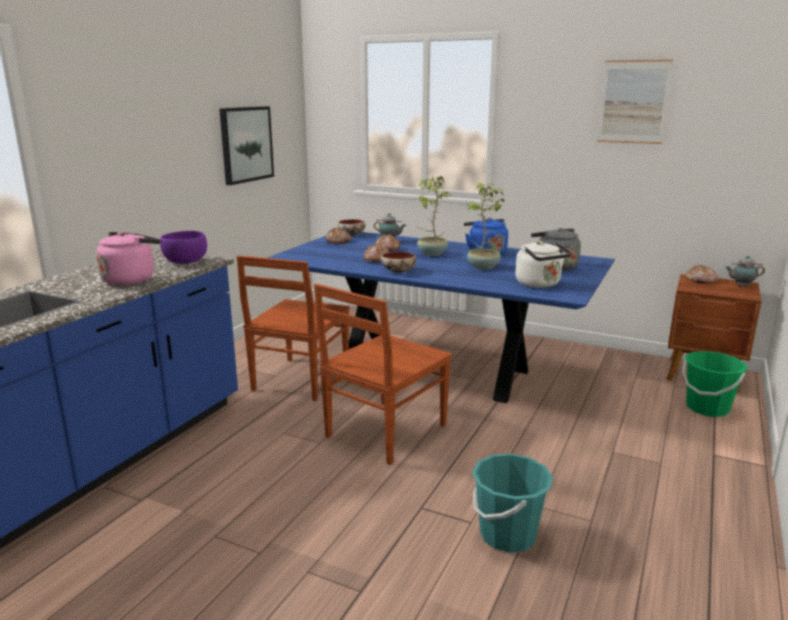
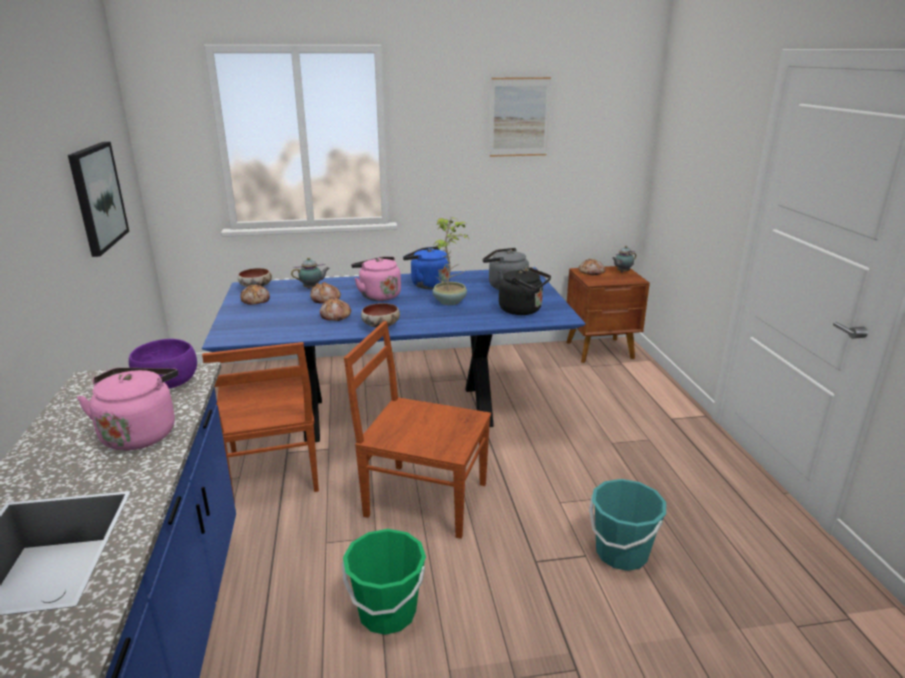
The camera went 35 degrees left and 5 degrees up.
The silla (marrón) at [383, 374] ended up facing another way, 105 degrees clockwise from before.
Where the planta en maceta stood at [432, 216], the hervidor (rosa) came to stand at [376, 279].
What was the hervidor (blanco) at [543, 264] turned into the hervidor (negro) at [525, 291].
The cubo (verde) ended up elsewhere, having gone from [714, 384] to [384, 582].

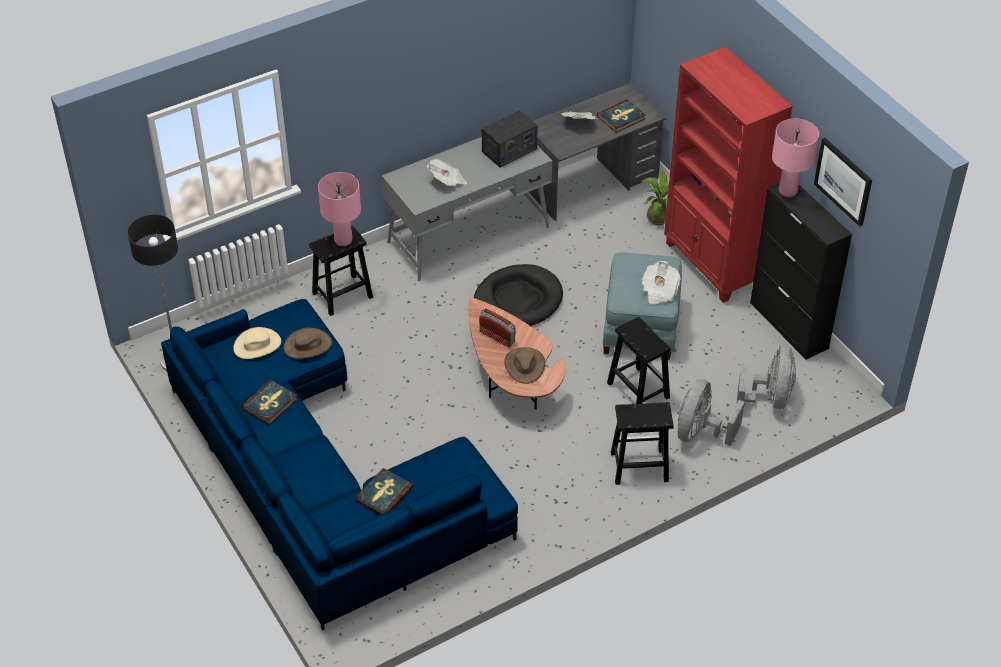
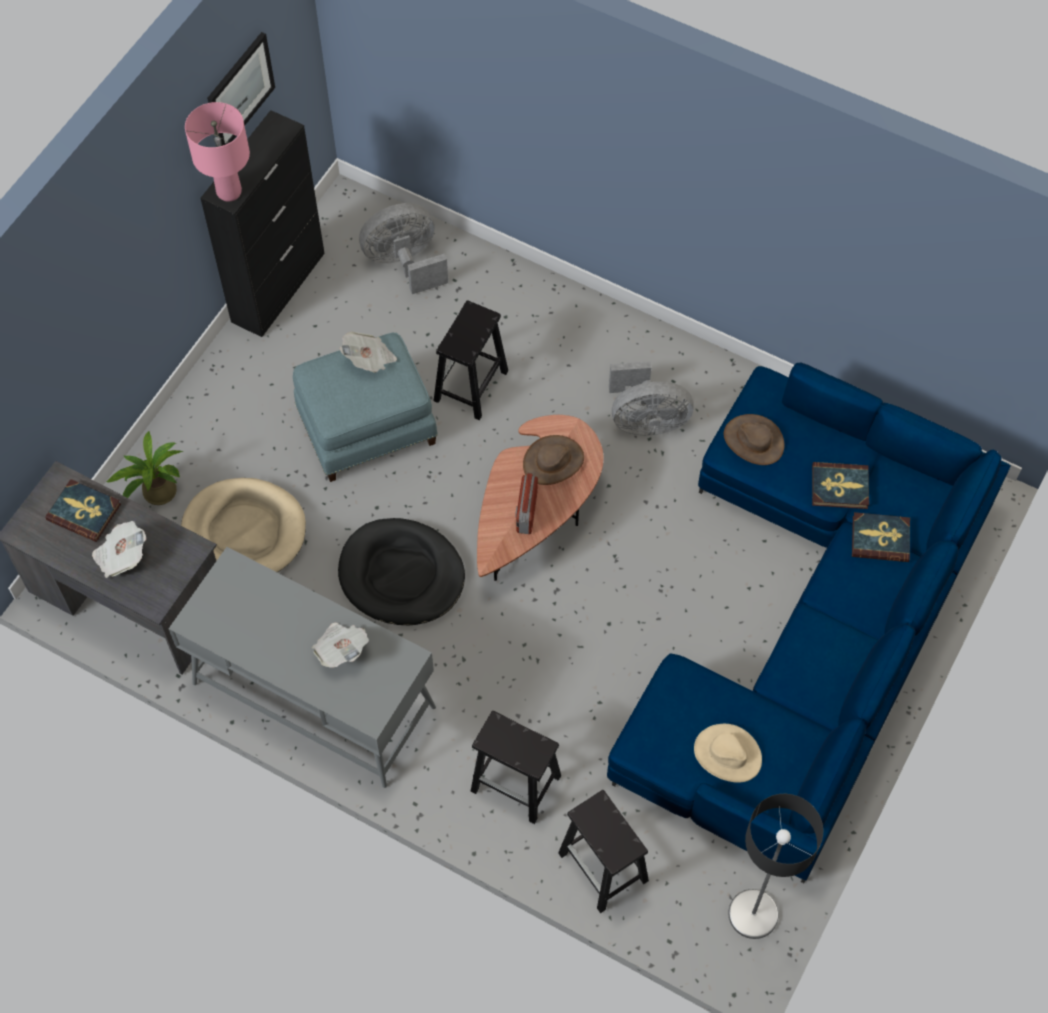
The camera went 120 degrees left and 15 degrees up.
The libro ended up elsewhere, having gone from [269, 402] to [881, 537].
The sombrero (marrón) ended up elsewhere, having gone from [308, 343] to [754, 439].
The second view lost the lámpara de mesa (rosa) at [339, 209].
The second view lost the radio at [510, 139].
The taburete (negro) ended up elsewhere, having gone from [642, 443] to [603, 851].
The second view lost the estantería (rojo) at [728, 174].
The ventilador (gris) ended up elsewhere, having gone from [711, 412] to [651, 398].
The second view gained the cama para perro (beis) at [243, 525].

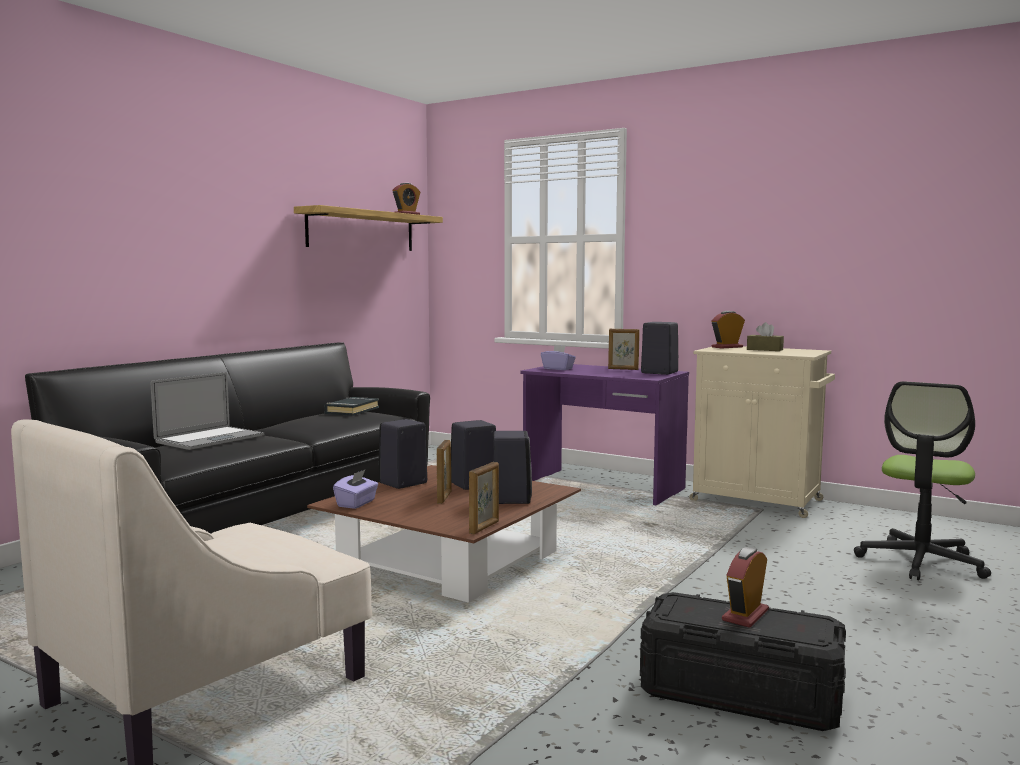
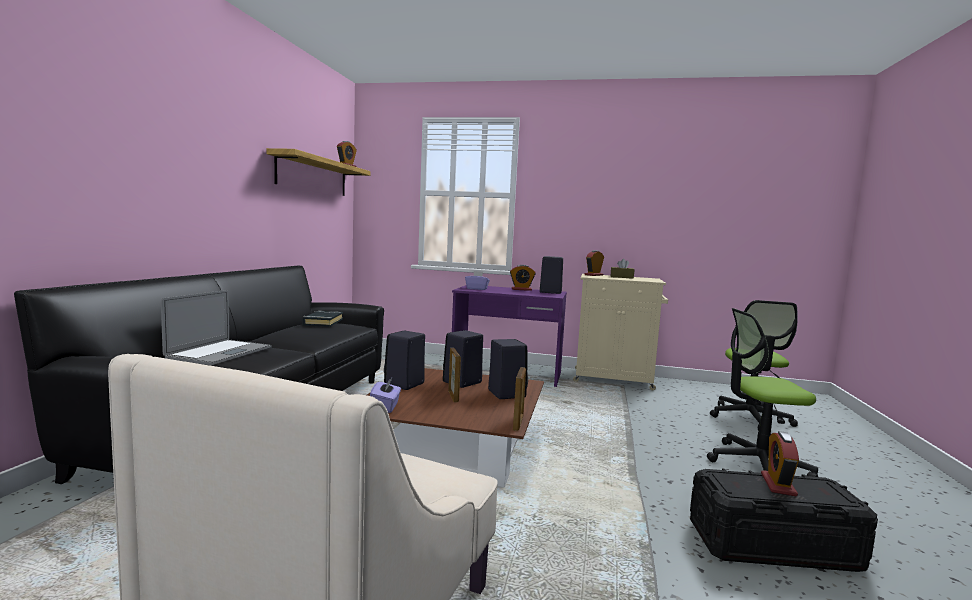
The camera went 20 degrees left and 0 degrees up.
Where the portarretratos stood at [624, 349], the despertador came to stand at [523, 278].
The second view gained the silla de oficina at [762, 392].

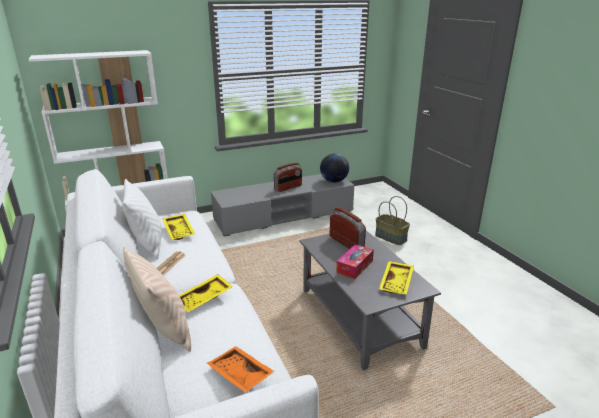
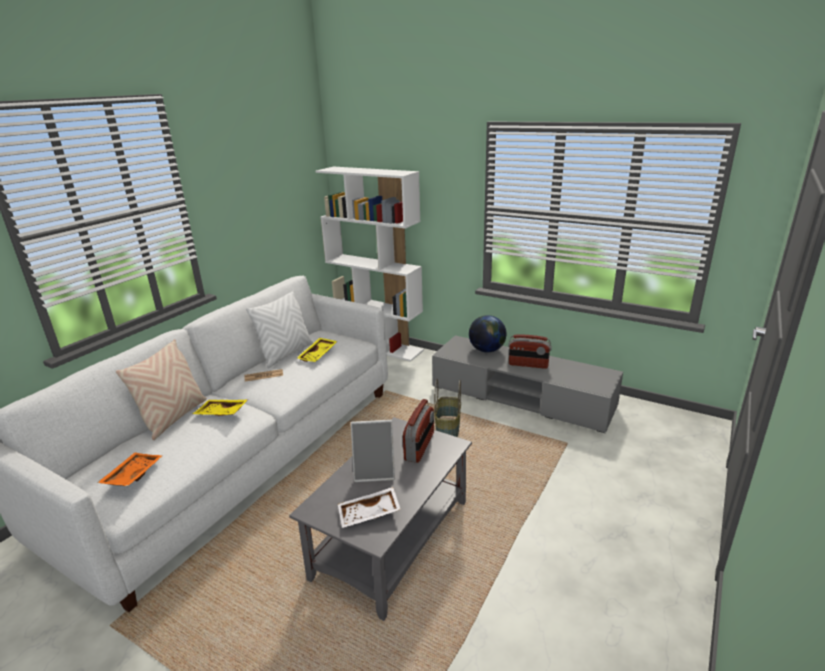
The camera went 55 degrees right and 0 degrees up.
The globo terráqueo ended up elsewhere, having gone from [334, 167] to [487, 333].
Where the caja de pañuelos stood at [355, 261], the portarretratos came to stand at [373, 451].
The cesta ended up elsewhere, having gone from [392, 220] to [447, 408].
What was the bandeja (amarillo) at [396, 278] turned into the bandeja (blanco) at [369, 507].

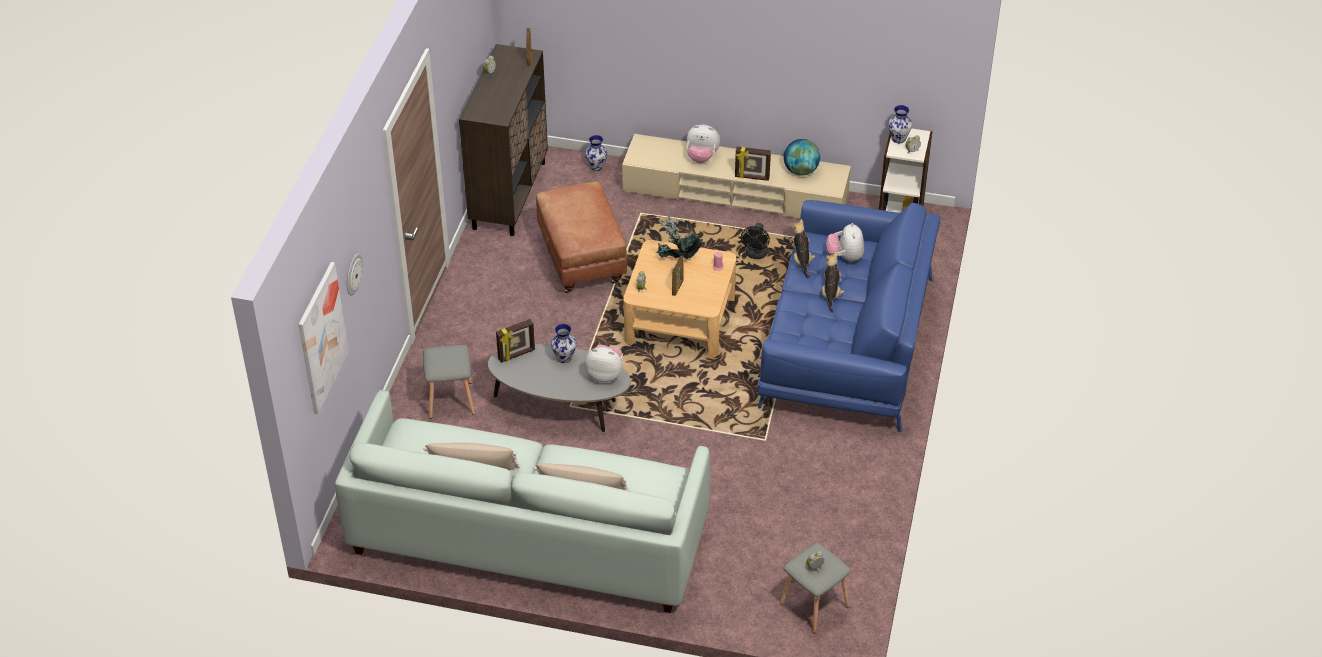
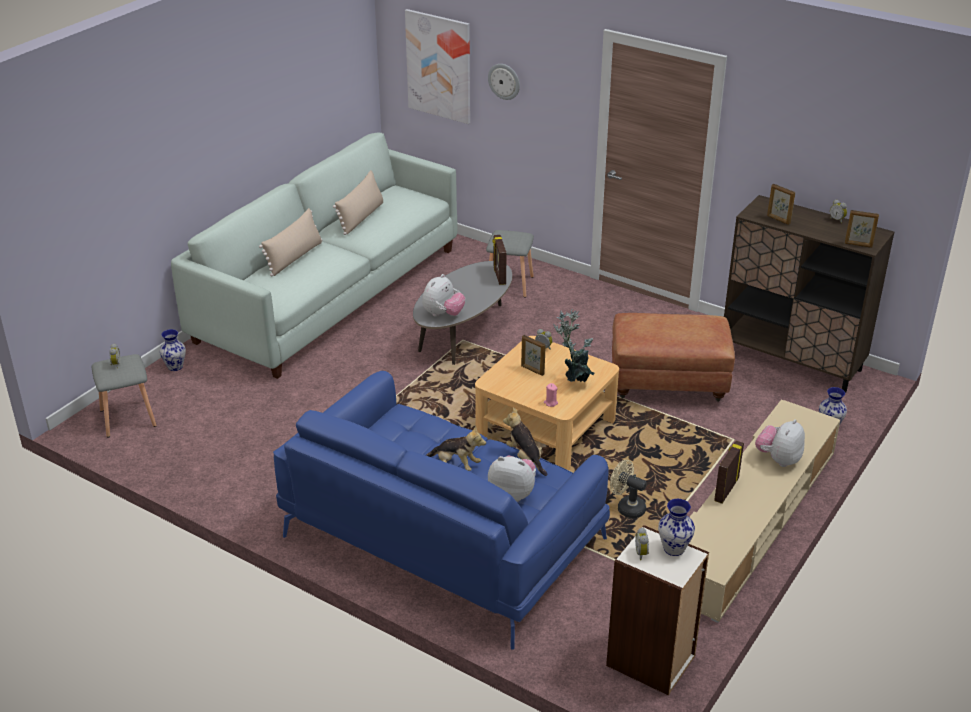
The camera went 110 degrees right and 10 degrees down.
The florero ended up elsewhere, having gone from [564, 343] to [173, 350].
What was the ventilador (negro) at [755, 241] turned into the ventilador (beis) at [628, 488].
The second view lost the globo terráqueo at [802, 157].
The peluche at [803, 248] ended up facing another way, 135 degrees counterclockwise from before.
The second view gained the portarretratos at [781, 204].

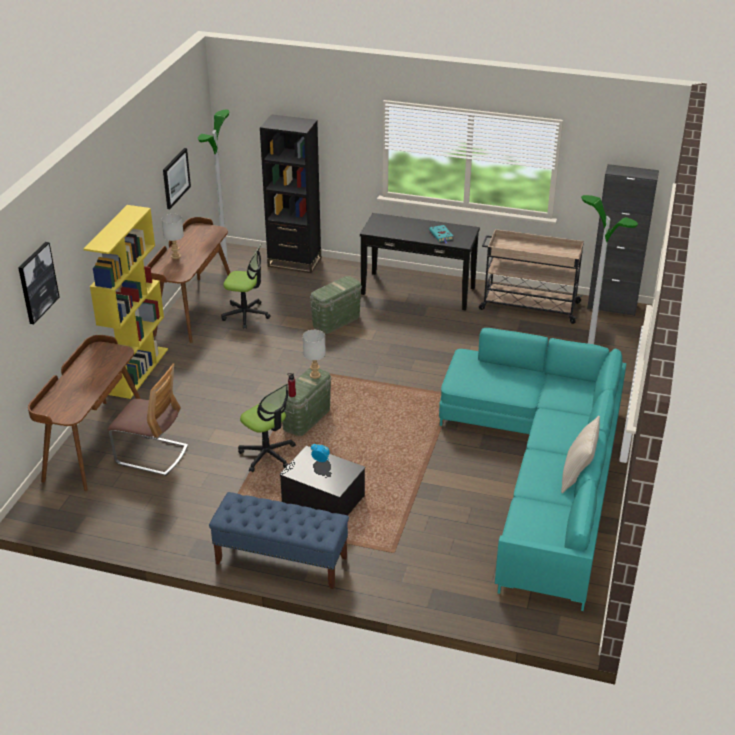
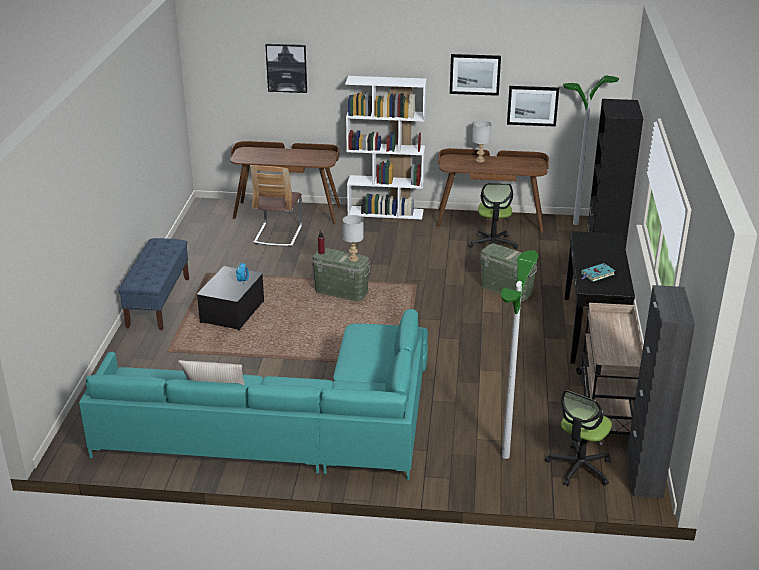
The camera went 80 degrees right and 5 degrees down.
What was the estantería (amarillo) at [126, 302] turned into the estantería (blanco) at [386, 147].
The silla de oficina ended up elsewhere, having gone from [267, 428] to [578, 438].
The second view gained the cuadro at [475, 75].

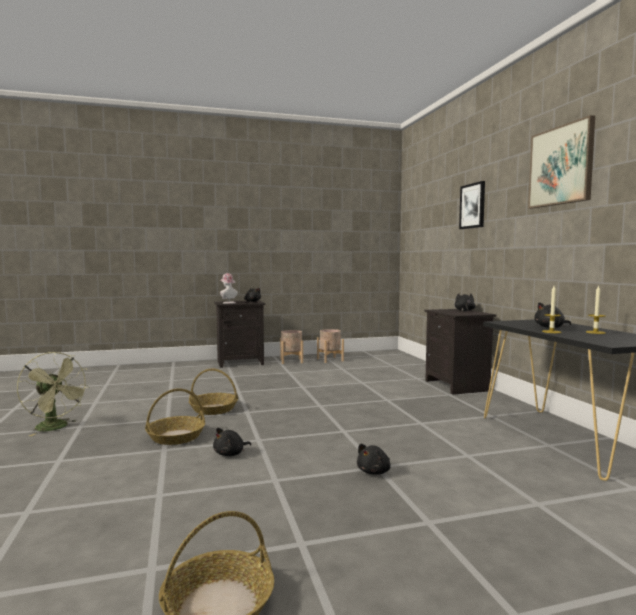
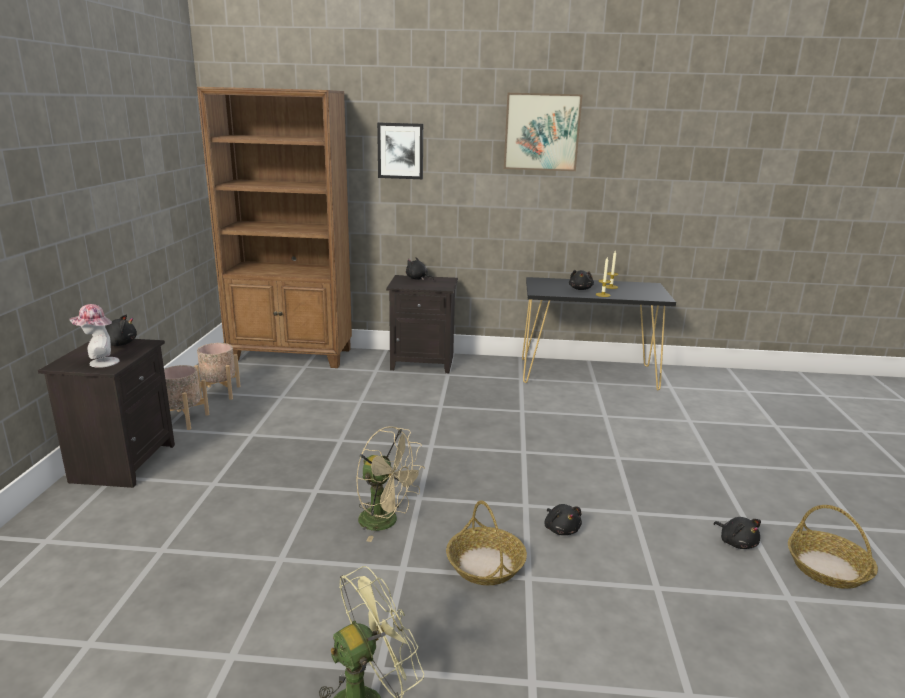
The camera went 70 degrees left and 15 degrees up.
Where the cesta stood at [213, 392], the ventilador (beis) came to stand at [390, 484].
The peluche (negro) ended up elsewhere, having gone from [374, 459] to [737, 533].
The second view gained the estantería (marrón) at [274, 227].

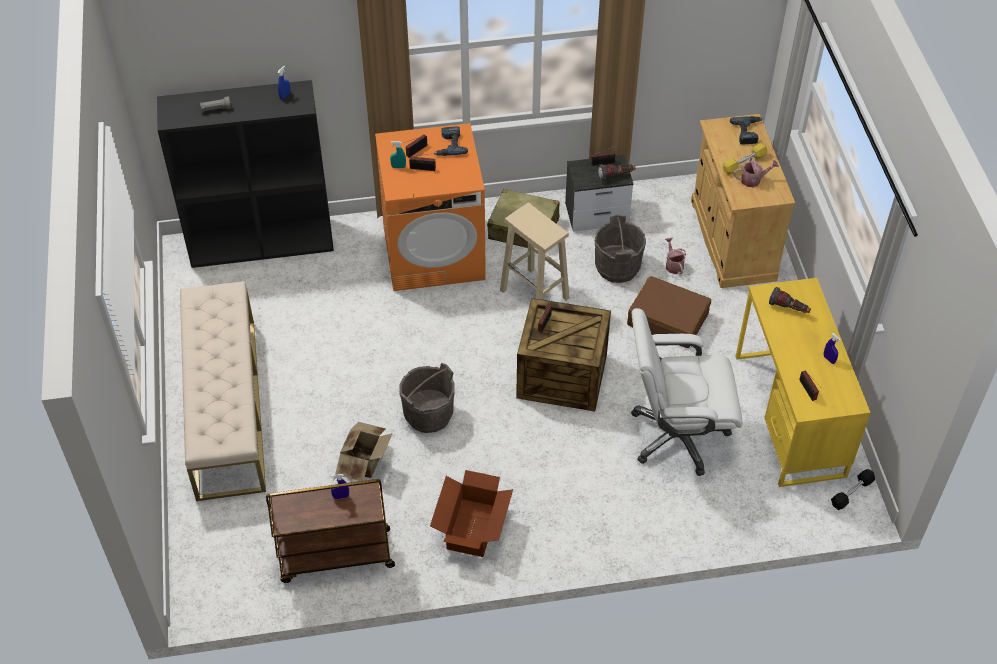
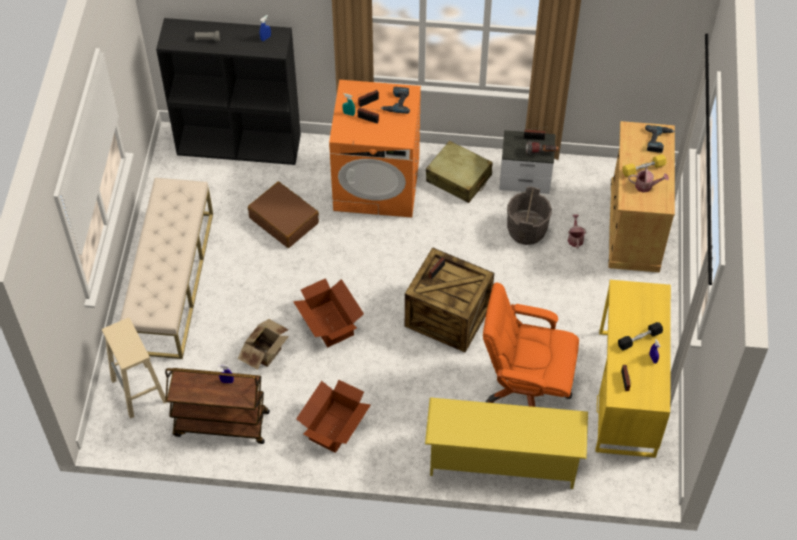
The camera went 15 degrees right and 5 degrees up.
Where the cubo (gris) stood at [427, 398], the caja de cartón came to stand at [328, 312].
The taburete (beis) ended up elsewhere, having gone from [535, 252] to [134, 368].
The maleta (marrón) ended up elsewhere, having gone from [669, 312] to [283, 215].
What was the silla de oficina (blanco) at [687, 392] turned into the silla de oficina (naranja) at [531, 345].
The second view lost the linterna at [790, 300].
The mancuerna (negro) ended up elsewhere, having gone from [853, 489] to [640, 336].
The second view gained the zapatero (amarillo) at [506, 443].

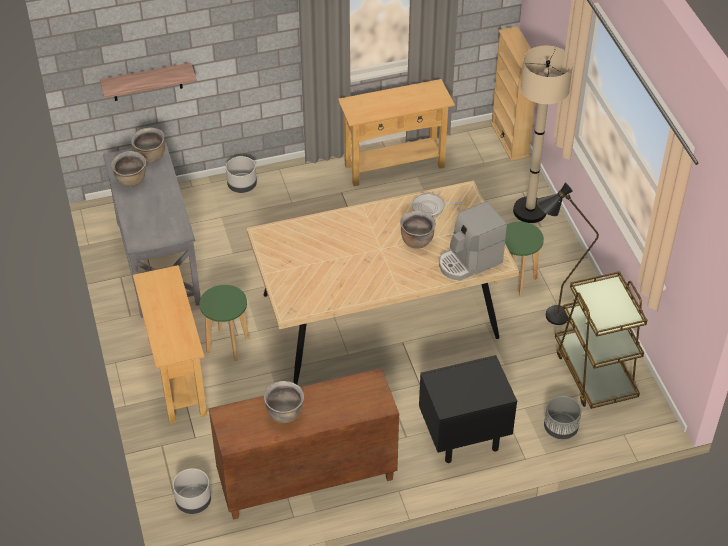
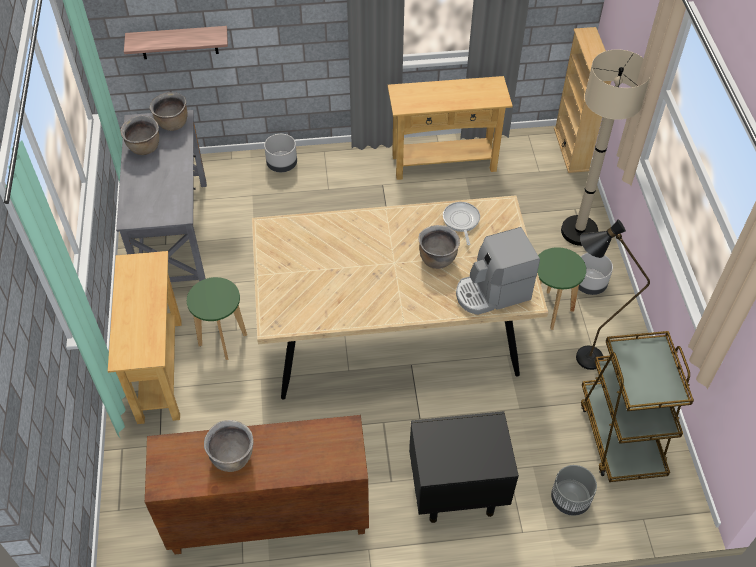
The camera went 10 degrees right and 5 degrees up.
The maceta (gris) ended up elsewhere, having gone from [192, 491] to [595, 274].
The sartén at [437, 205] ended up facing another way, 75 degrees clockwise from before.

